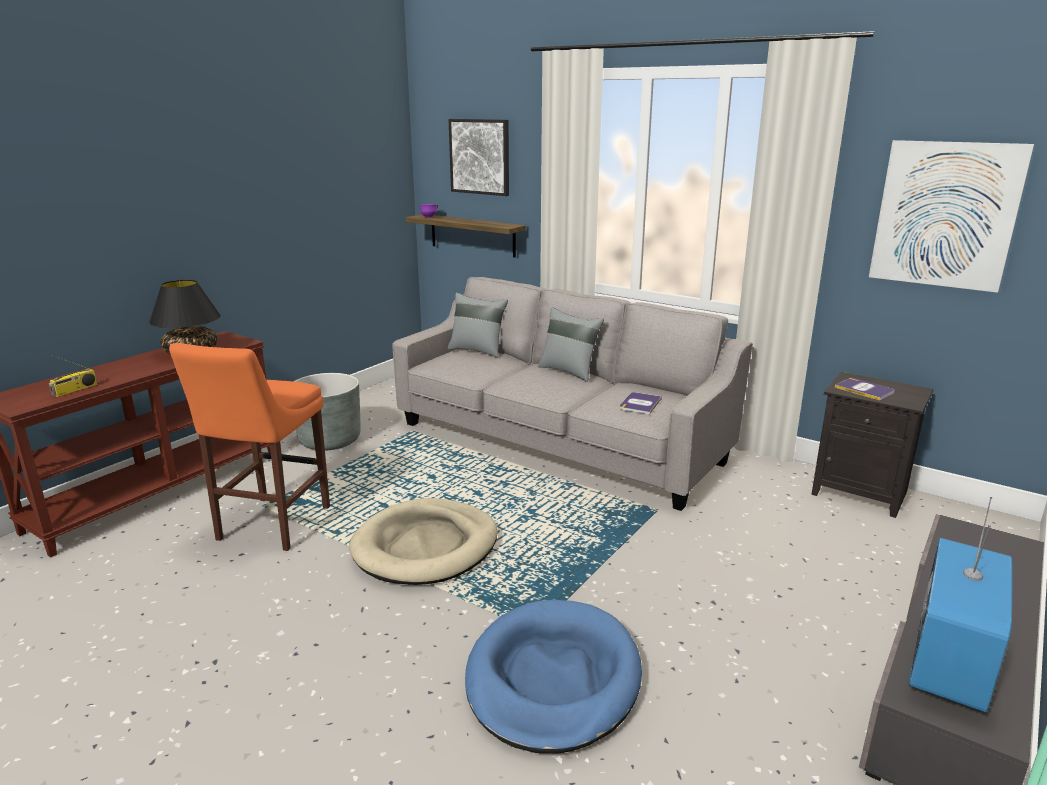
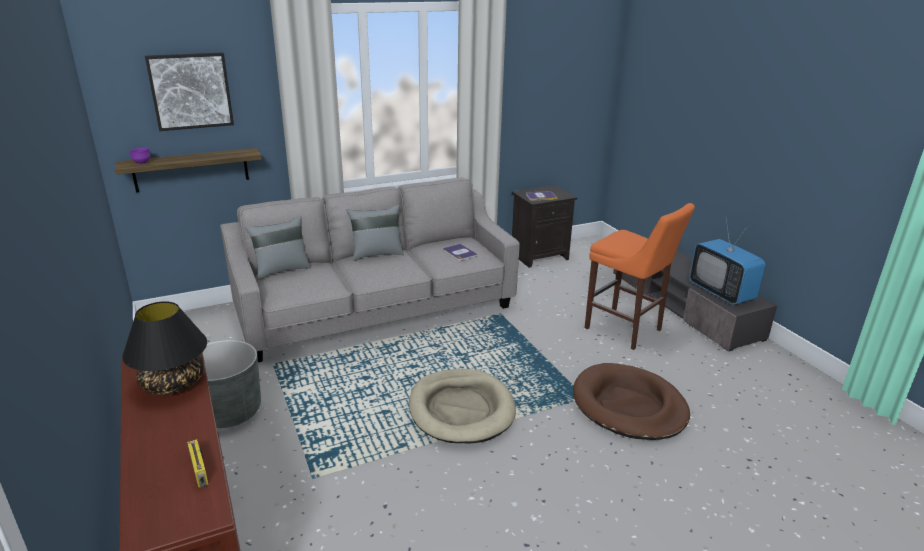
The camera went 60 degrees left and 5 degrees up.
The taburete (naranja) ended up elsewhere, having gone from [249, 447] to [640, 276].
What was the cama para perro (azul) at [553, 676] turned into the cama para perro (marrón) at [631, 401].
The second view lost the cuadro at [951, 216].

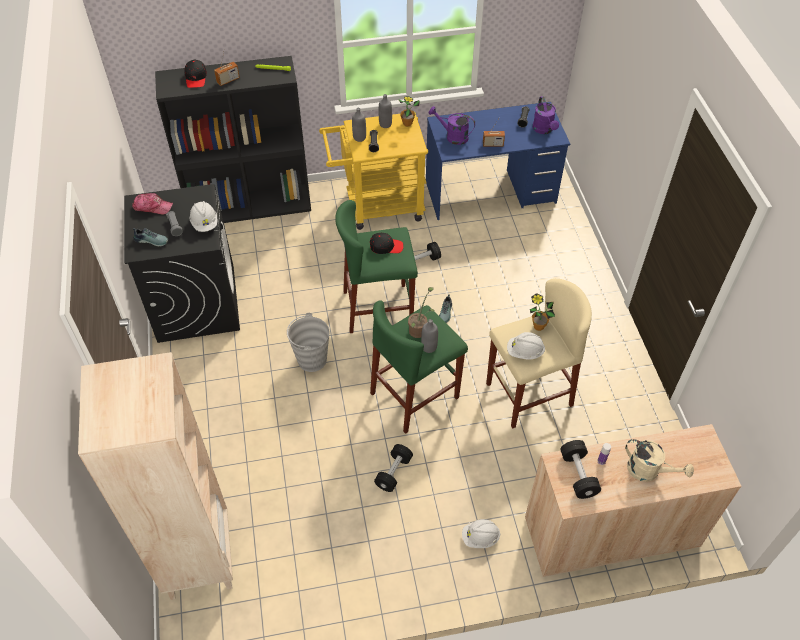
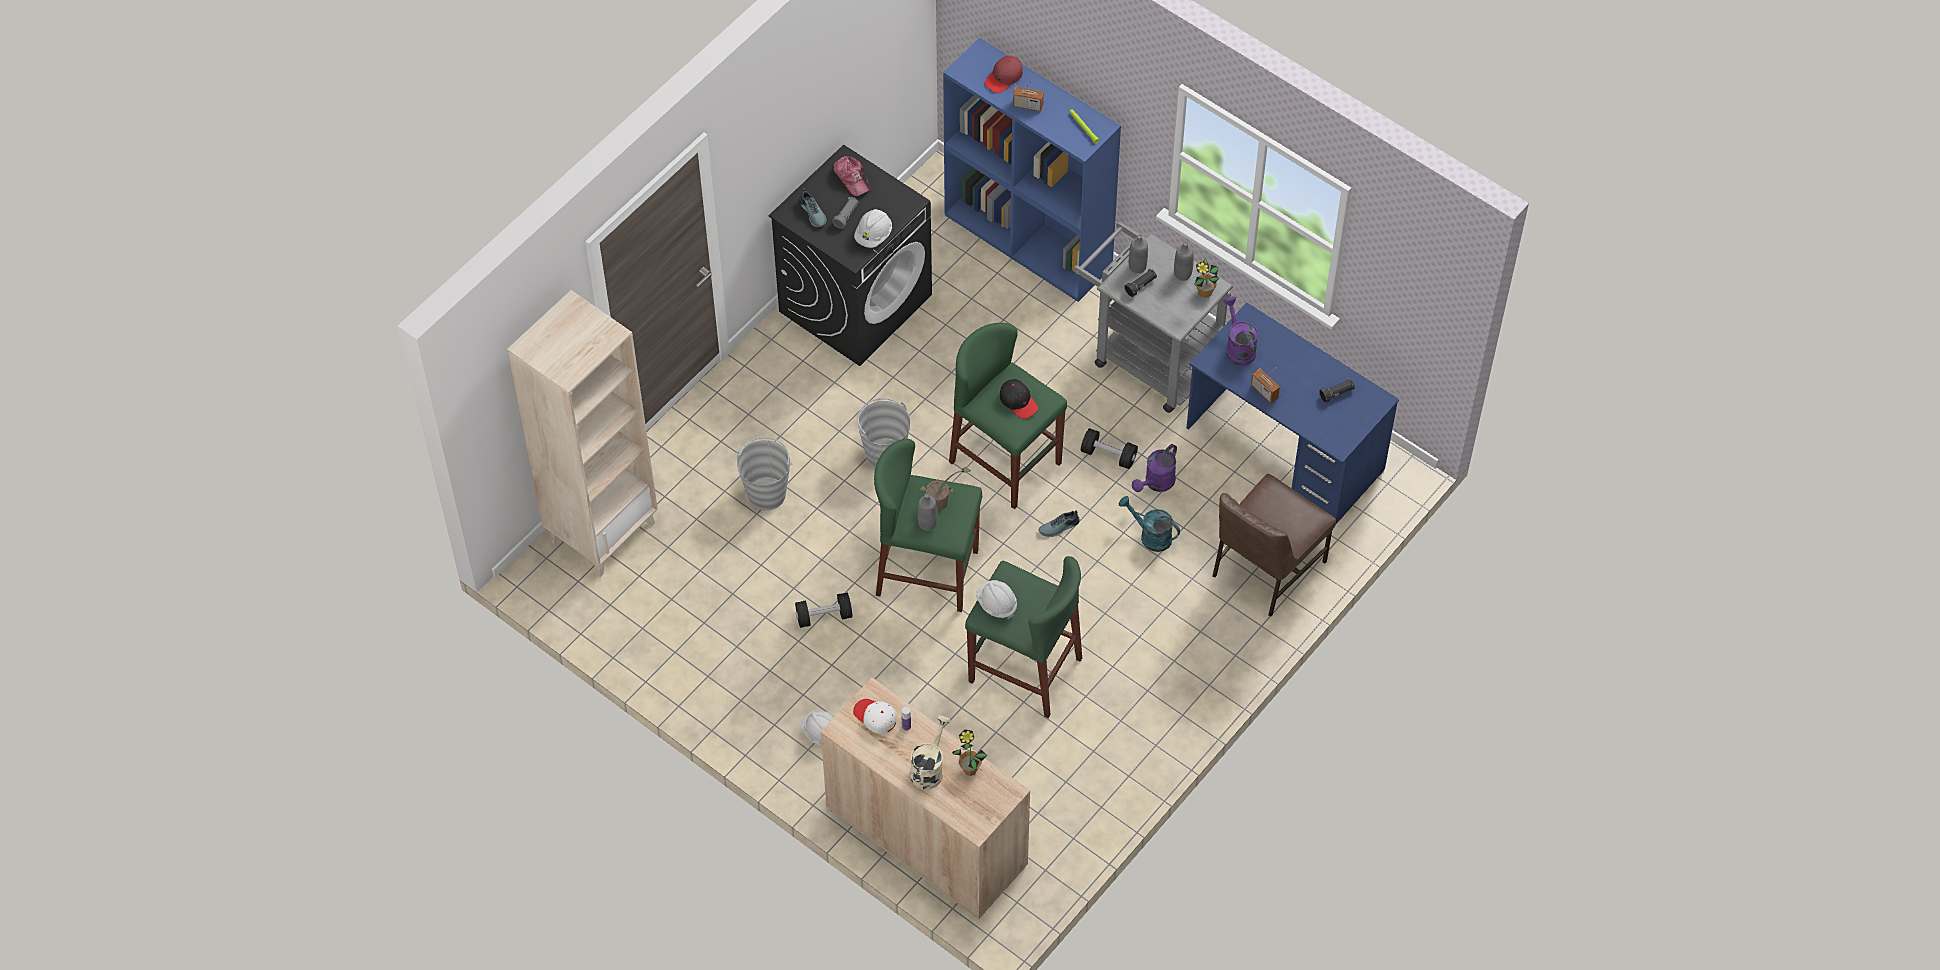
The camera went 50 degrees right and 5 degrees up.
What was the estantería (negro) at [233, 139] turned into the estantería (azul) at [1032, 170].
What was the gorra (negro) at [195, 74] turned into the gorra (rojo) at [1003, 74].
What was the carrito (amarillo) at [373, 171] turned into the carrito (gris) at [1153, 317].
What was the taburete (beis) at [539, 353] turned into the taburete (verde) at [1023, 637].
The planta en maceta ended up elsewhere, having gone from [542, 312] to [970, 752].
The regadera (morado) ended up elsewhere, having gone from [546, 115] to [1154, 468].
Where the mancuerna (negro) stood at [580, 469], the gorra (blanco) came to stand at [875, 716].
The regadera (beis) at [659, 460] ended up facing another way, 150 degrees counterclockwise from before.
The second view gained the cubo (gris) at [764, 474].
The second view gained the regadera (turquesa) at [1149, 524].
The second view gained the silla (marrón) at [1274, 545].

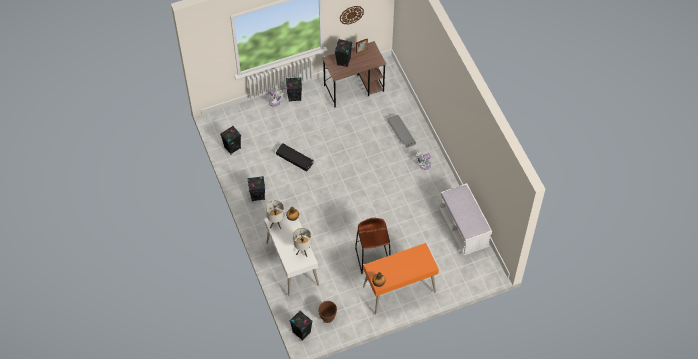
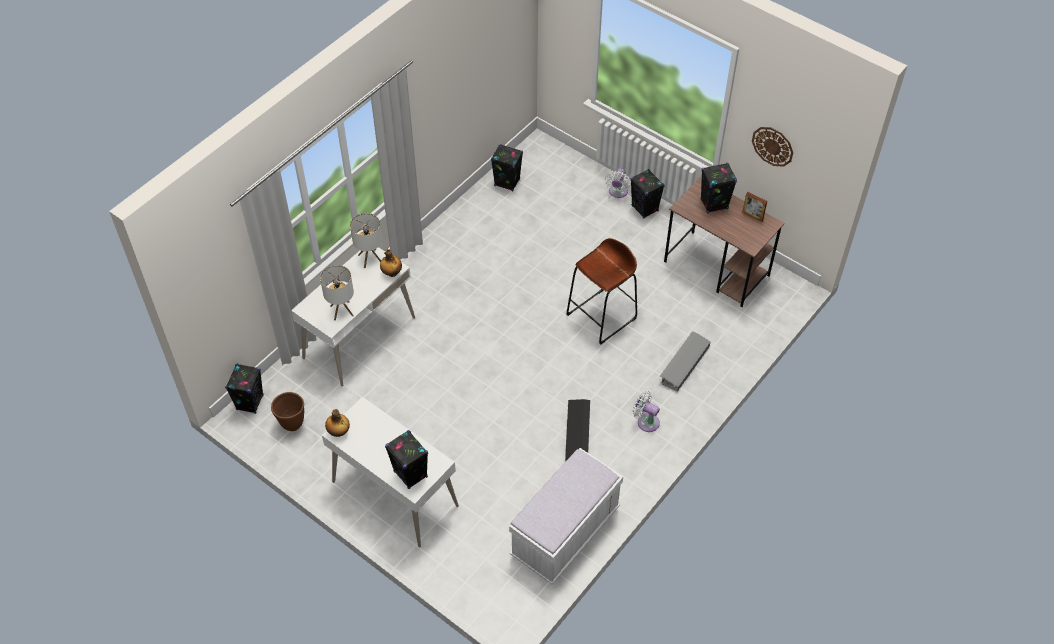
The camera went 60 degrees right and 5 degrees down.
The altavoz (negro) ended up elsewhere, having gone from [256, 188] to [406, 459].
The caja de almacenaje (negro) ended up elsewhere, having gone from [295, 157] to [577, 430].
The taburete (marrón) ended up elsewhere, having gone from [373, 246] to [602, 291].
What was the escritorio (naranja) at [401, 278] turned into the escritorio (blanco) at [390, 472].

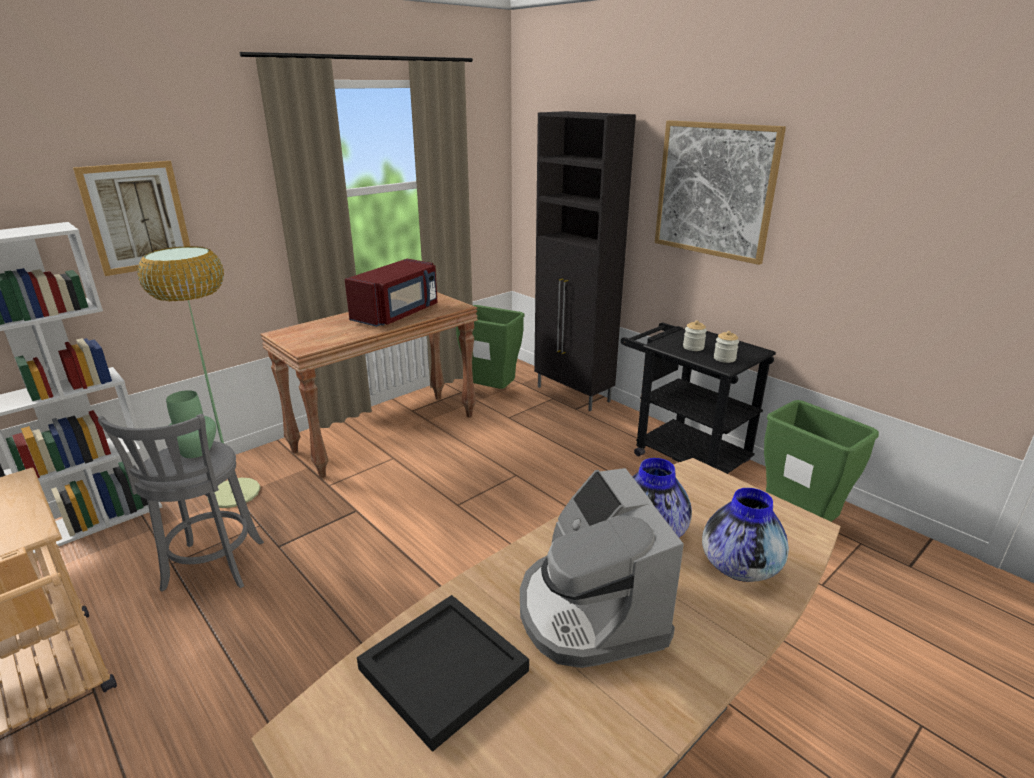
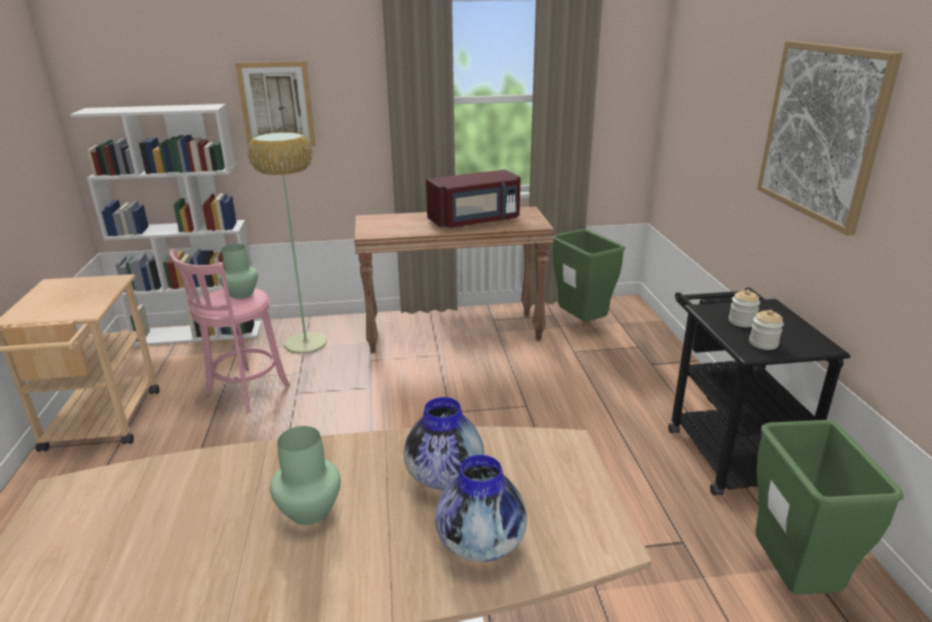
The camera went 35 degrees right and 0 degrees up.
What was the taburete (gris) at [181, 503] turned into the taburete (rosa) at [229, 330].
The second view lost the bandeja (negro) at [443, 673].
Where the cafetera stood at [602, 568], the florero (verde) came to stand at [305, 475].
The second view lost the armario (negro) at [585, 261].

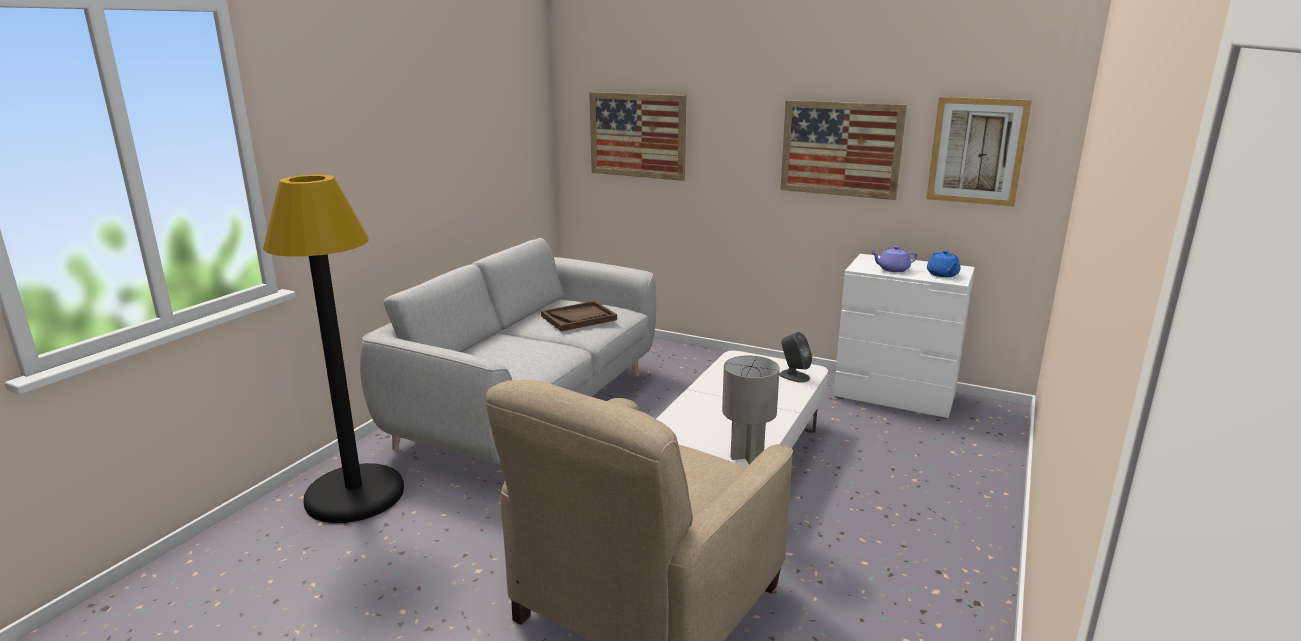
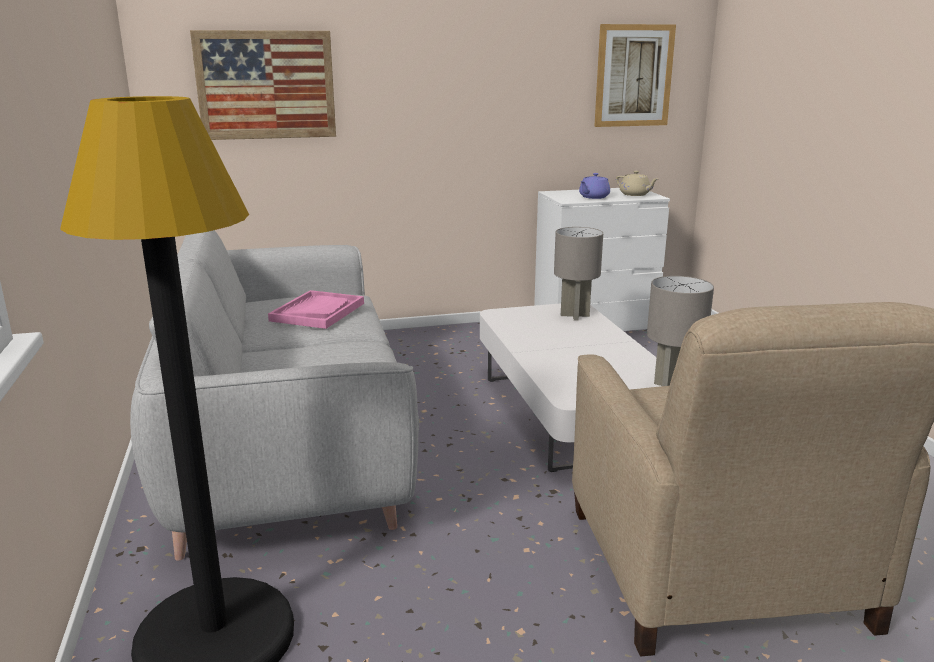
The camera went 40 degrees left and 0 degrees up.
What was the bandeja (marrón) at [579, 316] turned into the bandeja (rosa) at [316, 309].
Where the altavoz (gris) stood at [795, 357], the lámpara de mesa (gris) came to stand at [578, 274].
The second view lost the cuadro at [844, 150].
What was the tetera (azul) at [944, 263] turned into the tetera (beis) at [637, 183].

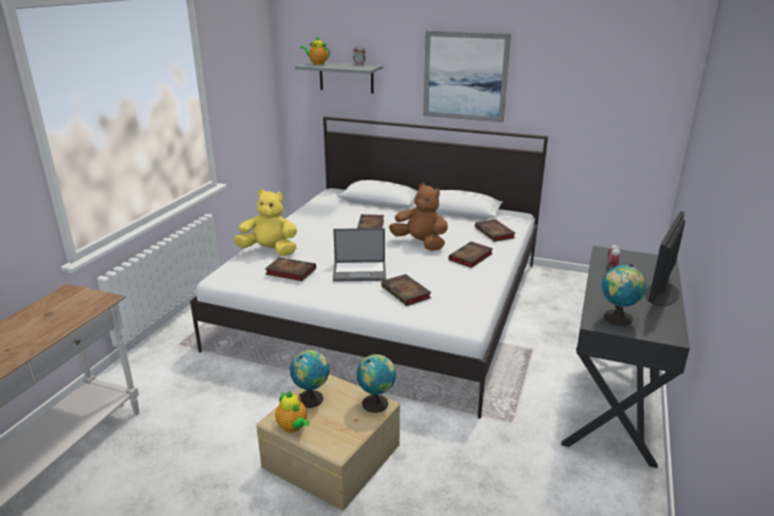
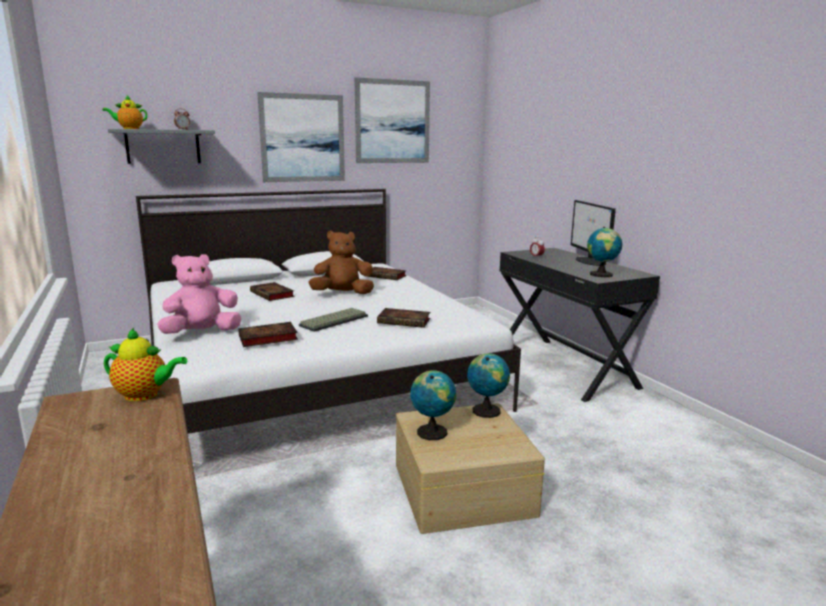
The camera went 45 degrees left and 10 degrees down.
What was the peluche (amarillo) at [265, 222] turned into the peluche (rosa) at [199, 294].
The tetera ended up elsewhere, having gone from [292, 412] to [145, 364].
Where the portátil stood at [359, 255], the teclado came to stand at [333, 320].
The second view lost the libro at [471, 254].
The second view gained the cuadro at [392, 120].

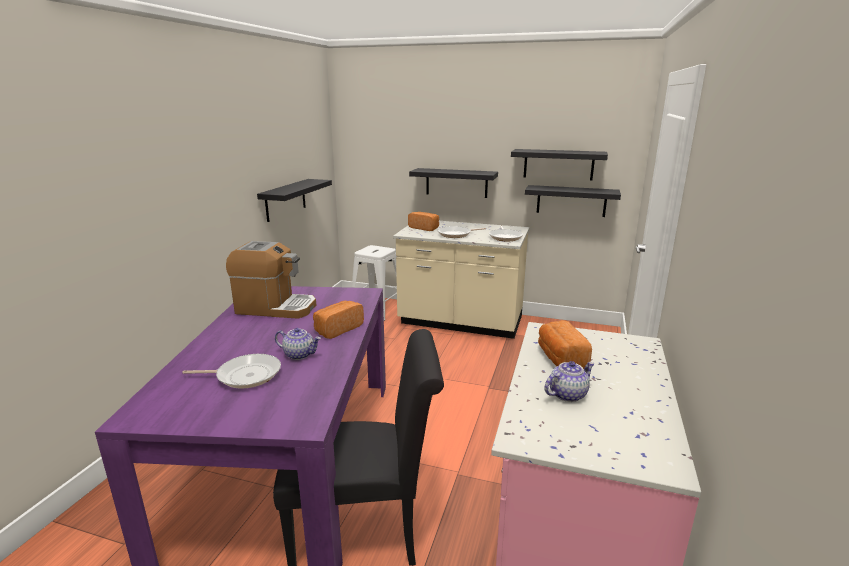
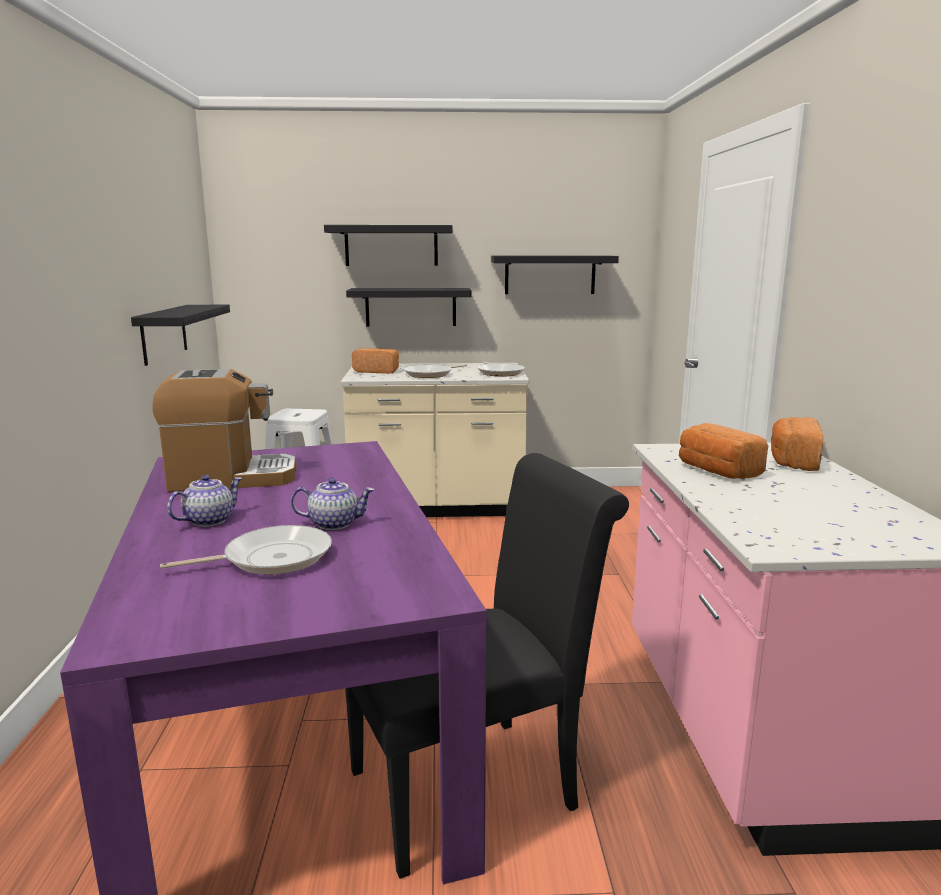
The camera went 20 degrees left and 5 degrees down.
The pan ended up elsewhere, having gone from [338, 320] to [797, 444].
The estante (negro) ended up elsewhere, having gone from [573, 201] to [388, 245].
The tetera ended up elsewhere, having gone from [569, 381] to [205, 501].

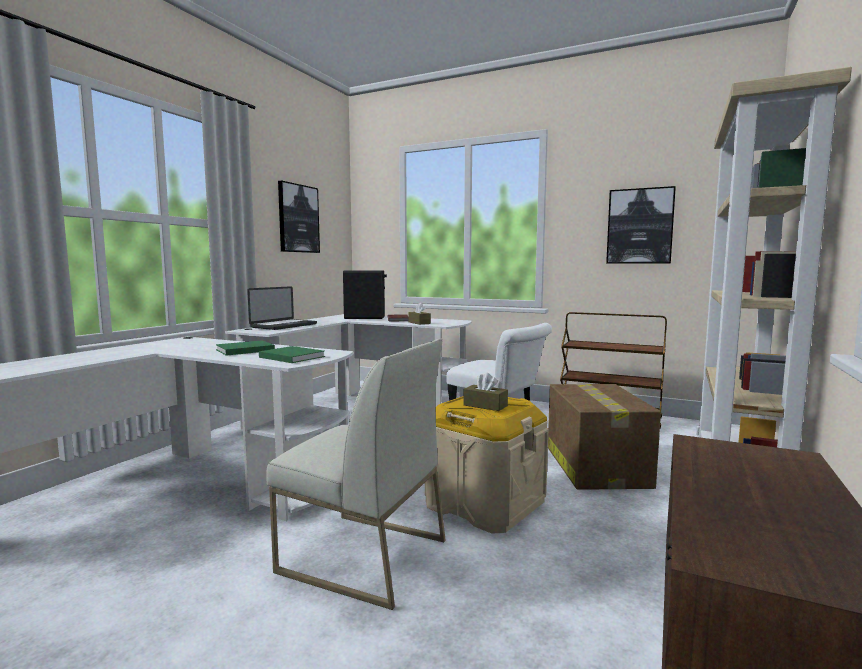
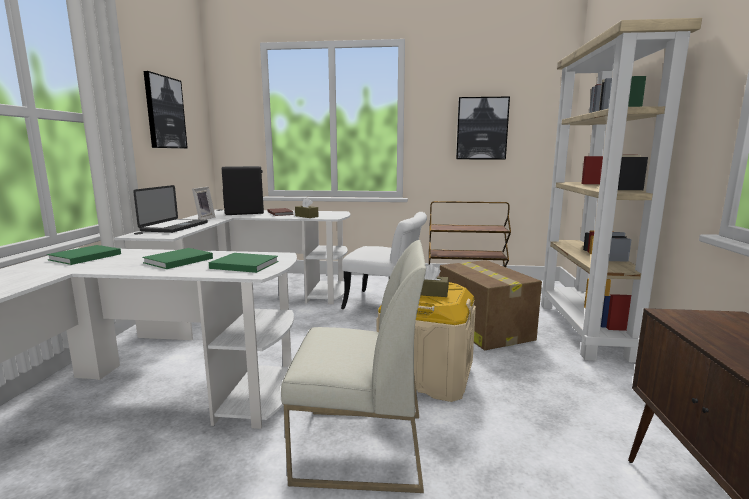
The camera went 20 degrees left and 5 degrees up.
The second view gained the libro (verde) at [84, 255].
The second view gained the portarretratos at [203, 203].

